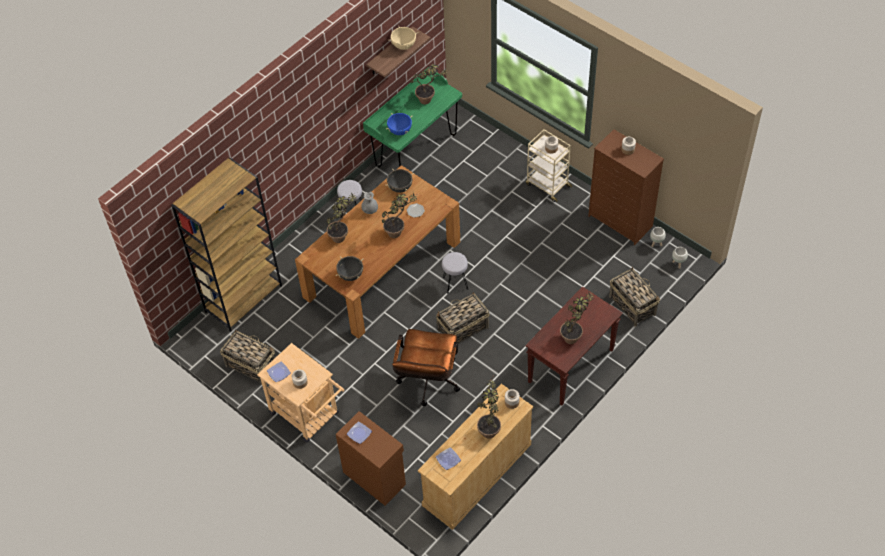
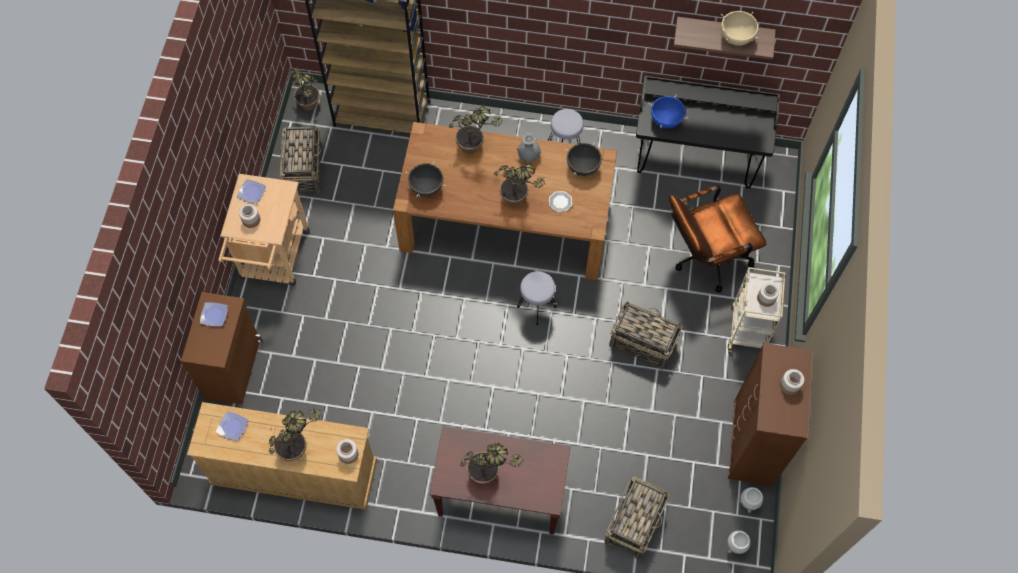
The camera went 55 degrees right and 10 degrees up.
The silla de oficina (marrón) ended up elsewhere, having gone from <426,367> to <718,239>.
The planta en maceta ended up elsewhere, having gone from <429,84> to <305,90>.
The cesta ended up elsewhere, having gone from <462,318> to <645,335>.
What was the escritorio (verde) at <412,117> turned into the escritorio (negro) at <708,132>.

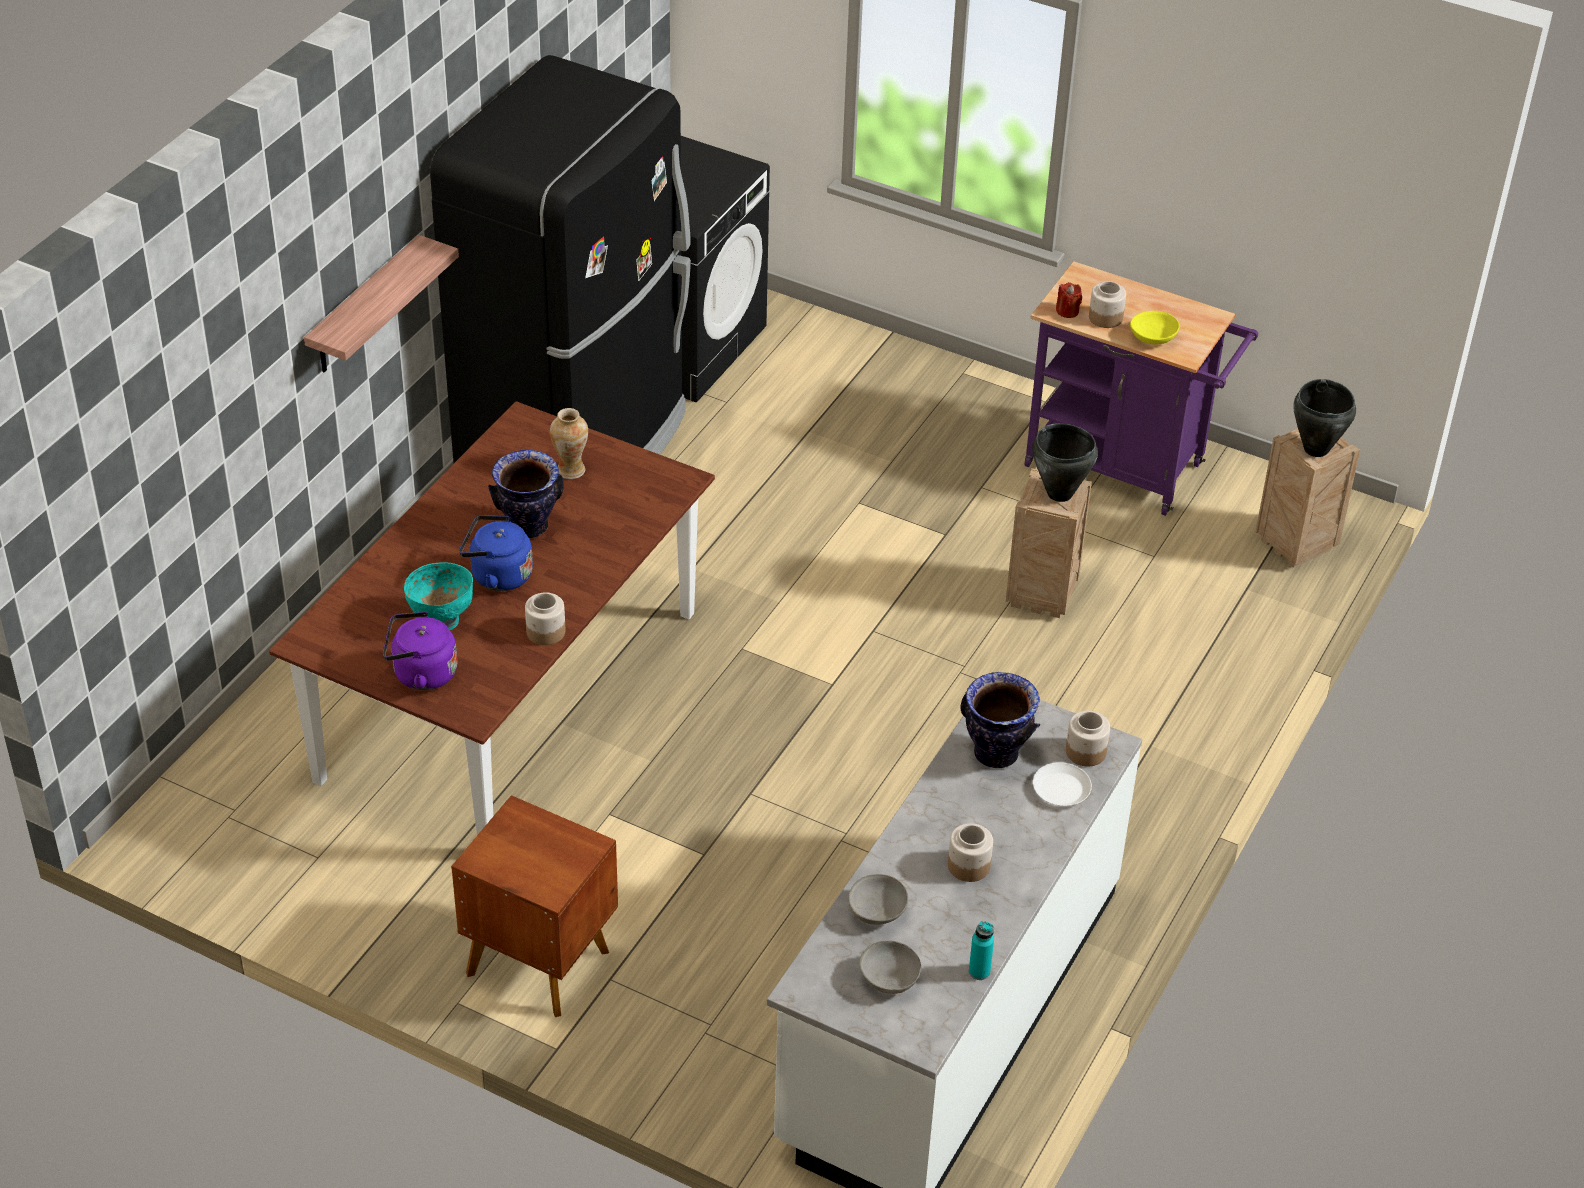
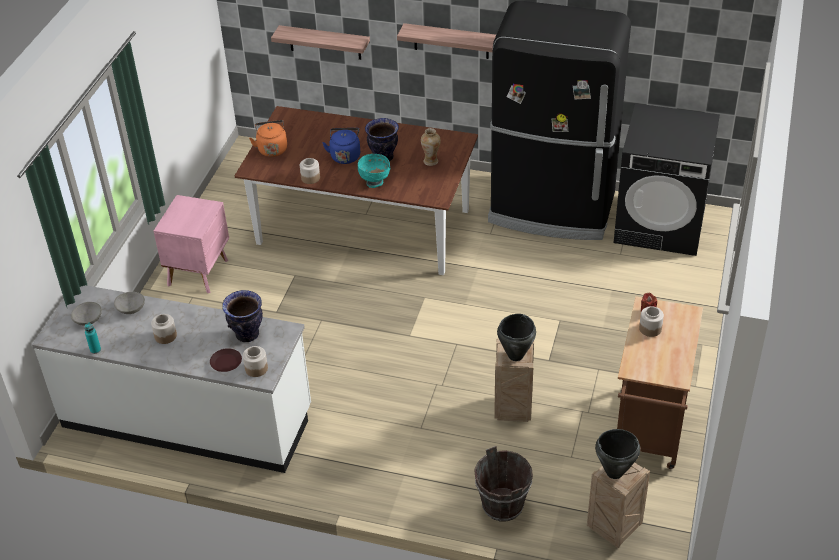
The camera went 80 degrees right and 0 degrees up.
The second view lost the cuenco (amarillo) at <1155,328>.
The second view gained the estante at <320,42>.
The second view gained the cubo (marrón) at <503,484>.
The cuenco (turquesa) ended up elsewhere, having gone from <438,596> to <374,171>.
What was the hervidor (morado) at <420,651> turned into the hervidor (naranja) at <268,138>.
What was the mesita de noche (marrón) at <534,906> turned into the mesita de noche (rosa) at <191,244>.
What was the carrito (morado) at <1141,388> turned into the carrito (marrón) at <660,382>.
What was the plato (blanco) at <1062,784> turned into the plato (marrón) at <226,360>.

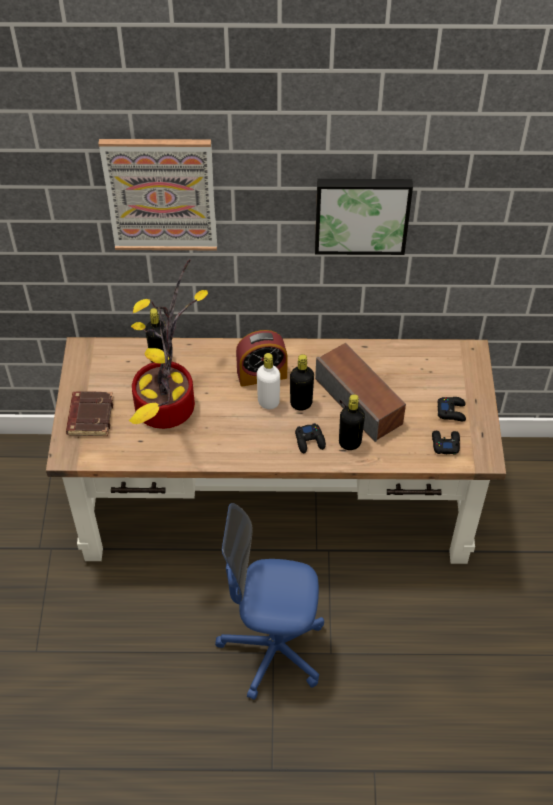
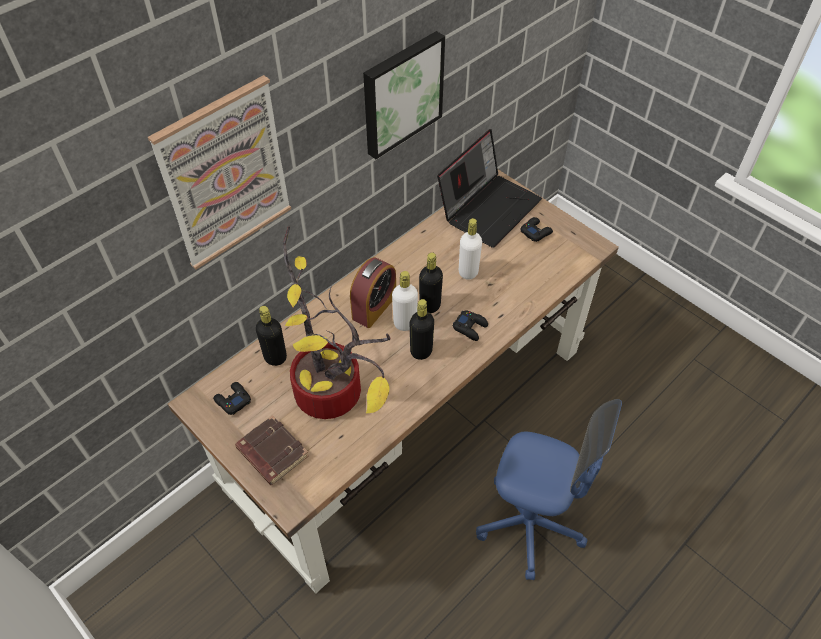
The camera went 45 degrees left and 0 degrees up.
The second view gained the portátil at <489,188>.
The botella (negro) ended up elsewhere, having gone from <352,422> to <422,329>.
The mando de consola (negro) ended up elsewhere, having gone from <446,442> to <232,398>.
Where the altavoz stood at <360,392>, the botella (blanco) came to stand at <470,249>.
The silla de oficina (azul) at <269,601> ended up facing another way, 120 degrees counterclockwise from before.

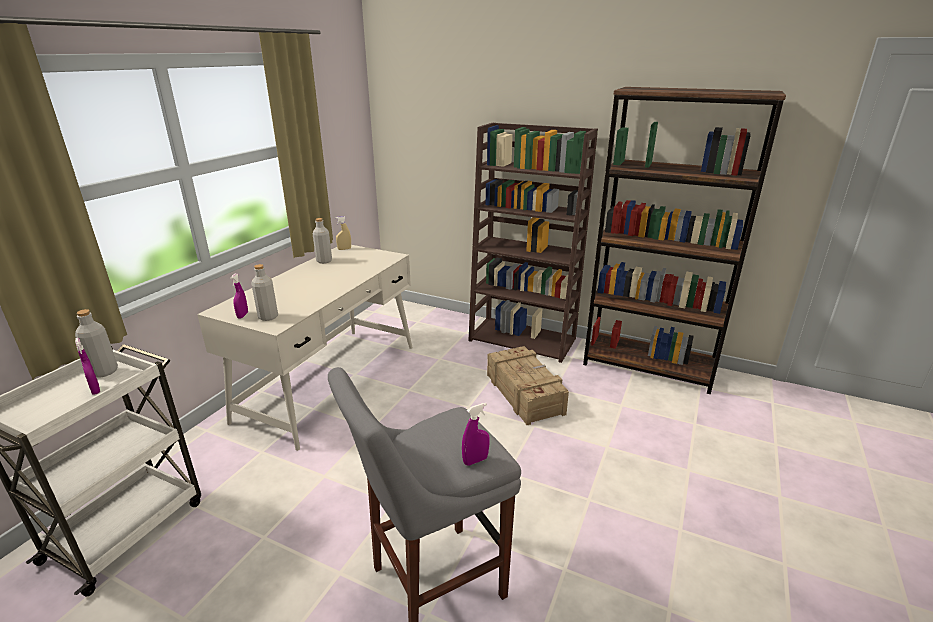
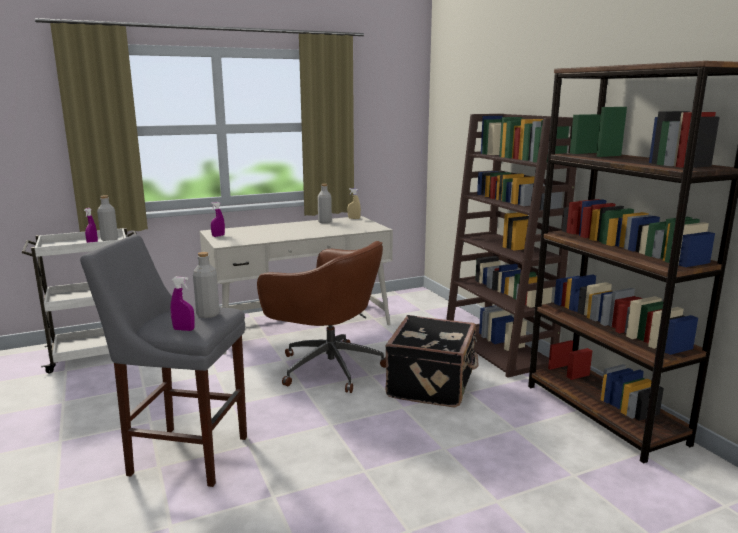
The camera went 40 degrees right and 10 degrees down.
The second view gained the silla de oficina (marrón) at <321,317>.
The botella (gris) ended up elsewhere, having gone from <264,292> to <206,285>.
Where the caja de embalaje stood at <528,385>, the maleta (negro) came to stand at <431,361>.

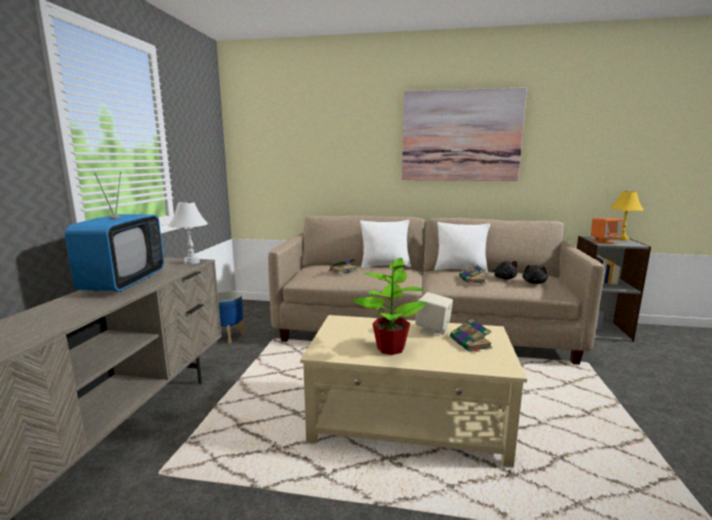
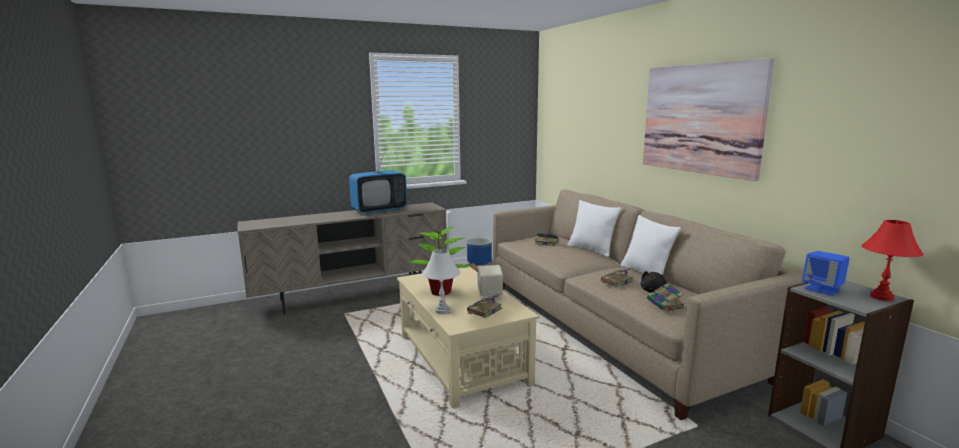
The camera went 55 degrees right and 0 degrees up.
The lámpara de mesa (blanco) ended up elsewhere, having gone from <188,233> to <441,281>.
Where the peluche (negro) stood at <535,274>, the libro came to stand at <666,297>.
What was the altavoz (naranja) at <607,231> turned into the altavoz (azul) at <826,273>.
What was the lámpara de mesa (amarillo) at <627,215> turned into the lámpara de mesa (rojo) at <892,260>.

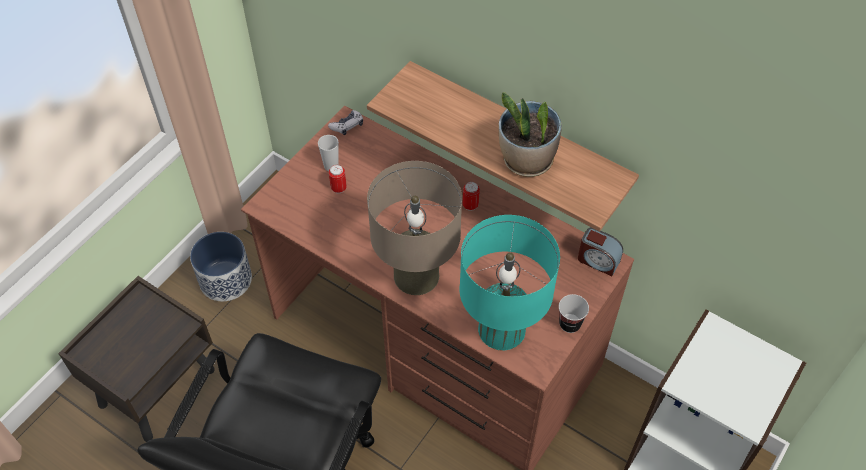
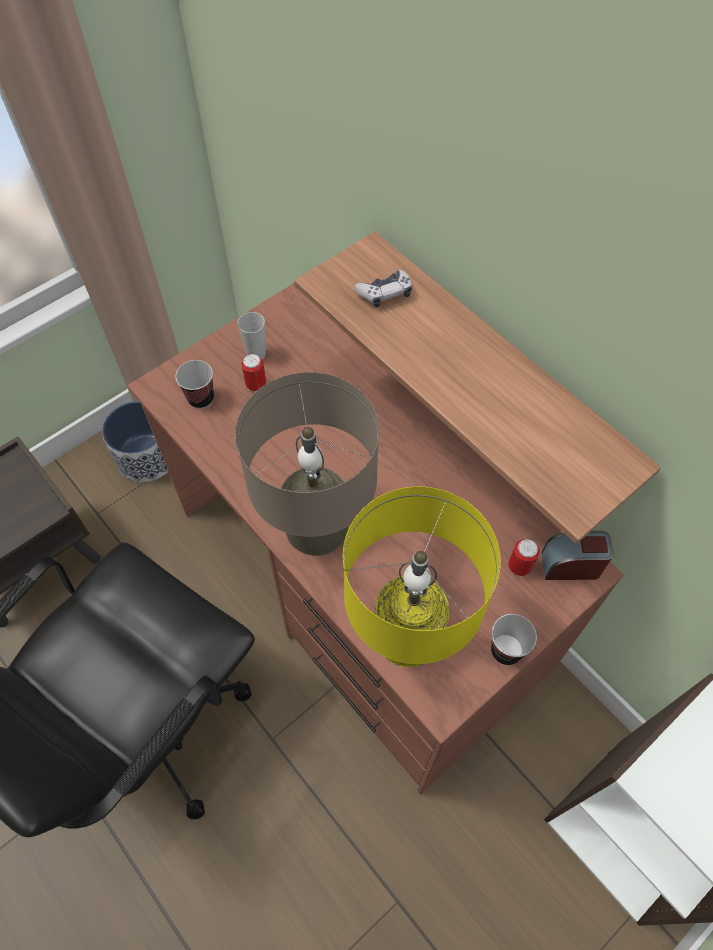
The camera went 15 degrees right and 5 degrees up.
The second view lost the planta en maceta at <530,134>.
The second view gained the taza at <194,384>.
The mando de consola ended up elsewhere, having gone from <345,122> to <383,288>.
The lata ended up elsewhere, having gone from <471,196> to <524,557>.
What was the lámpara de mesa (turquesa) at <509,283> turned into the lámpara de mesa (amarillo) at <422,577>.
The despertador at <600,251> ended up facing another way, 135 degrees clockwise from before.

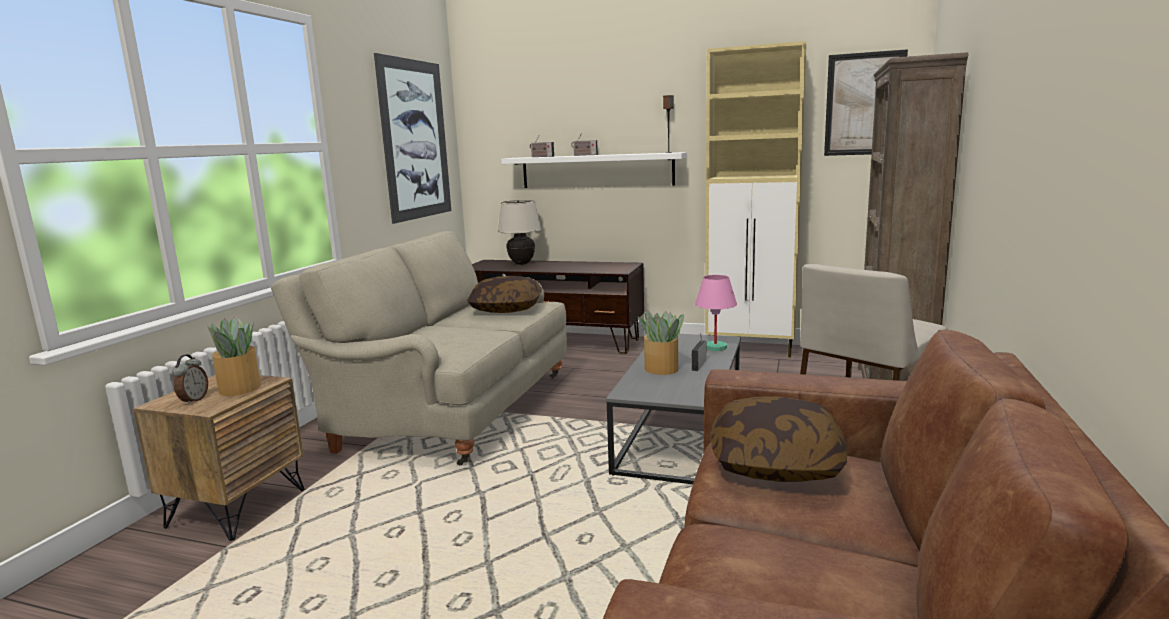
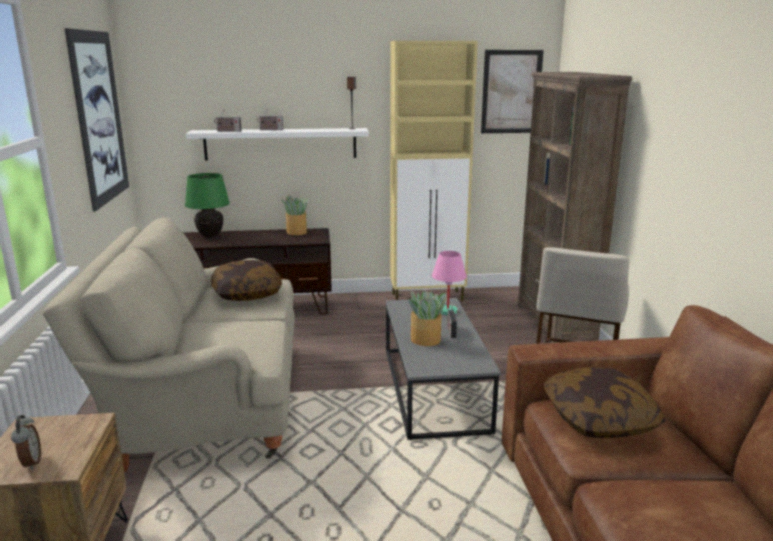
The camera went 25 degrees left and 5 degrees up.
The planta en maceta ended up elsewhere, having gone from <234,356> to <295,215>.
What was the lámpara de mesa (beis) at <520,232> turned into the lámpara de mesa (verde) at <207,205>.

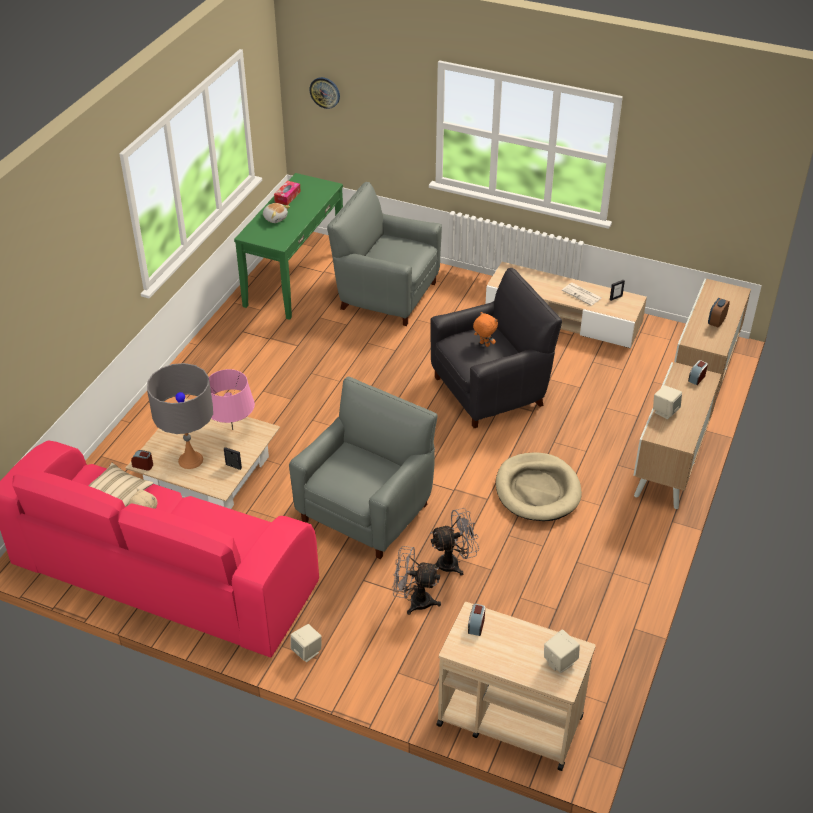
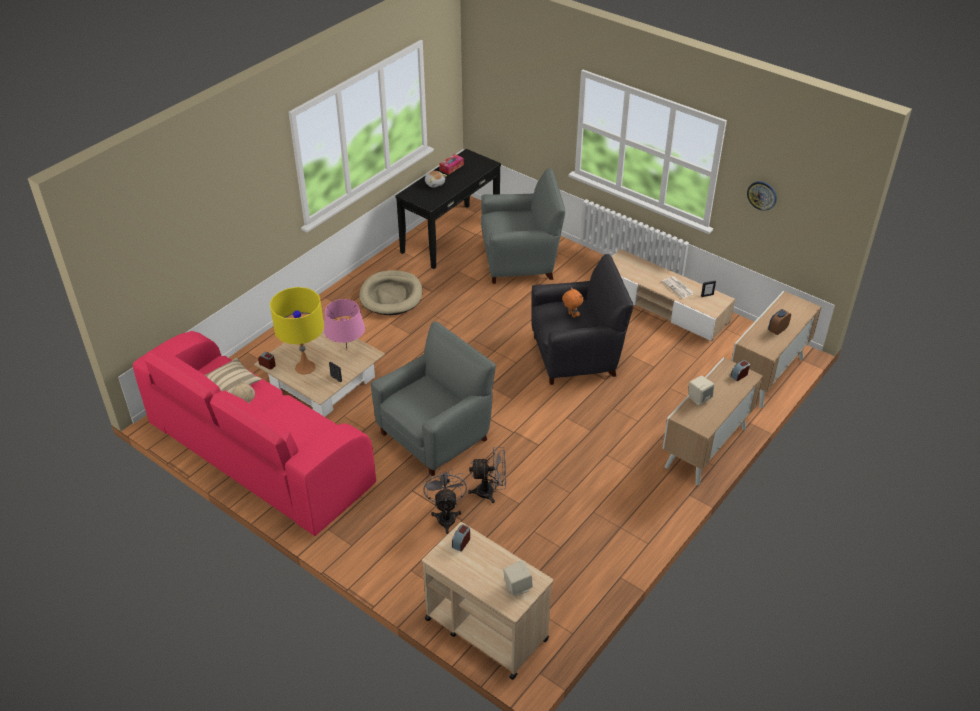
The camera went 15 degrees right and 0 degrees up.
The second view lost the altavoz (beis) at <306,643>.
The reloj de pared ended up elsewhere, having gone from <324,93> to <762,196>.
The cama para perro (beis) ended up elsewhere, having gone from <539,486> to <391,292>.
What was the lámpara de mesa (gris) at <180,416> turned into the lámpara de mesa (amarillo) at <297,330>.
What was the mesa consola (verde) at <288,246> turned into the mesa consola (negro) at <448,209>.
The sillón (gris) at <384,254> ended up facing another way, 135 degrees clockwise from before.
The ventilador (gris) at <416,580> ended up facing another way, 60 degrees clockwise from before.

